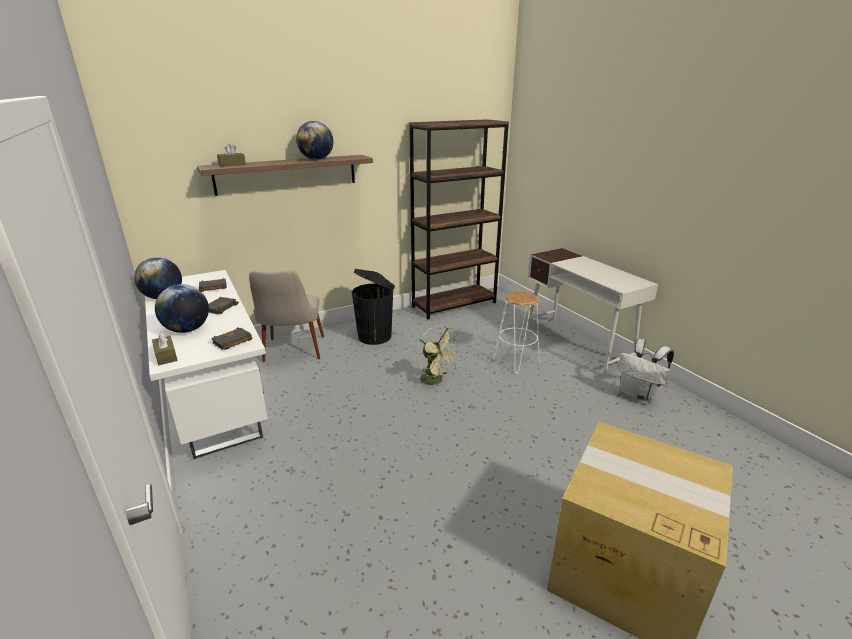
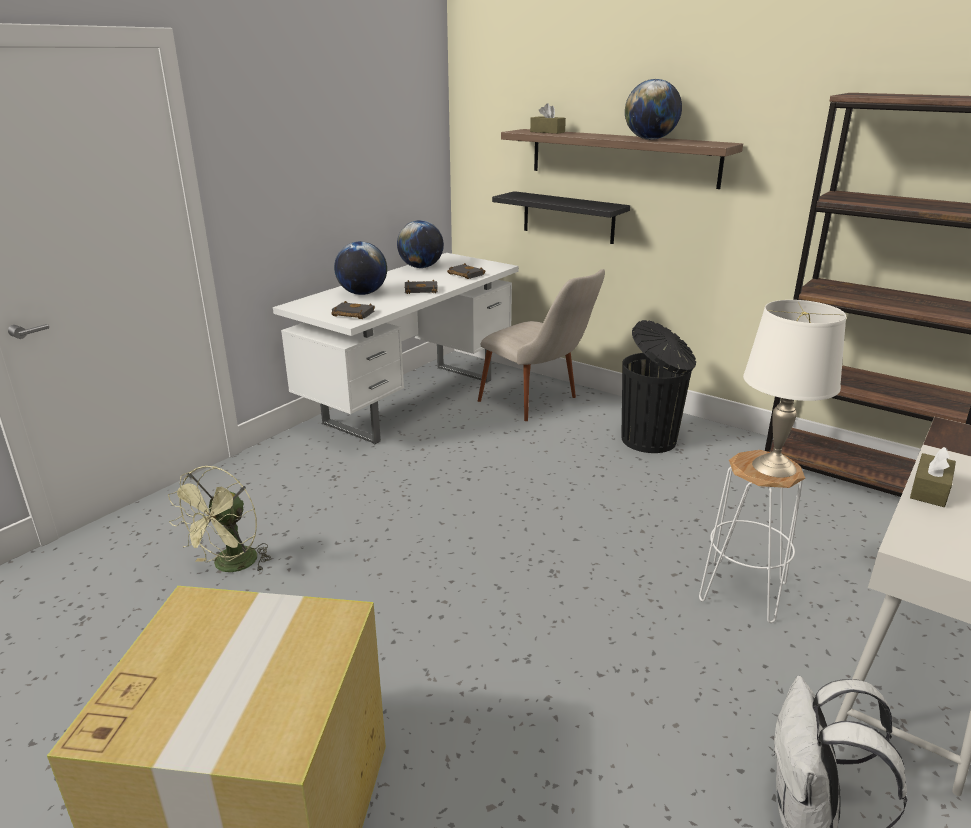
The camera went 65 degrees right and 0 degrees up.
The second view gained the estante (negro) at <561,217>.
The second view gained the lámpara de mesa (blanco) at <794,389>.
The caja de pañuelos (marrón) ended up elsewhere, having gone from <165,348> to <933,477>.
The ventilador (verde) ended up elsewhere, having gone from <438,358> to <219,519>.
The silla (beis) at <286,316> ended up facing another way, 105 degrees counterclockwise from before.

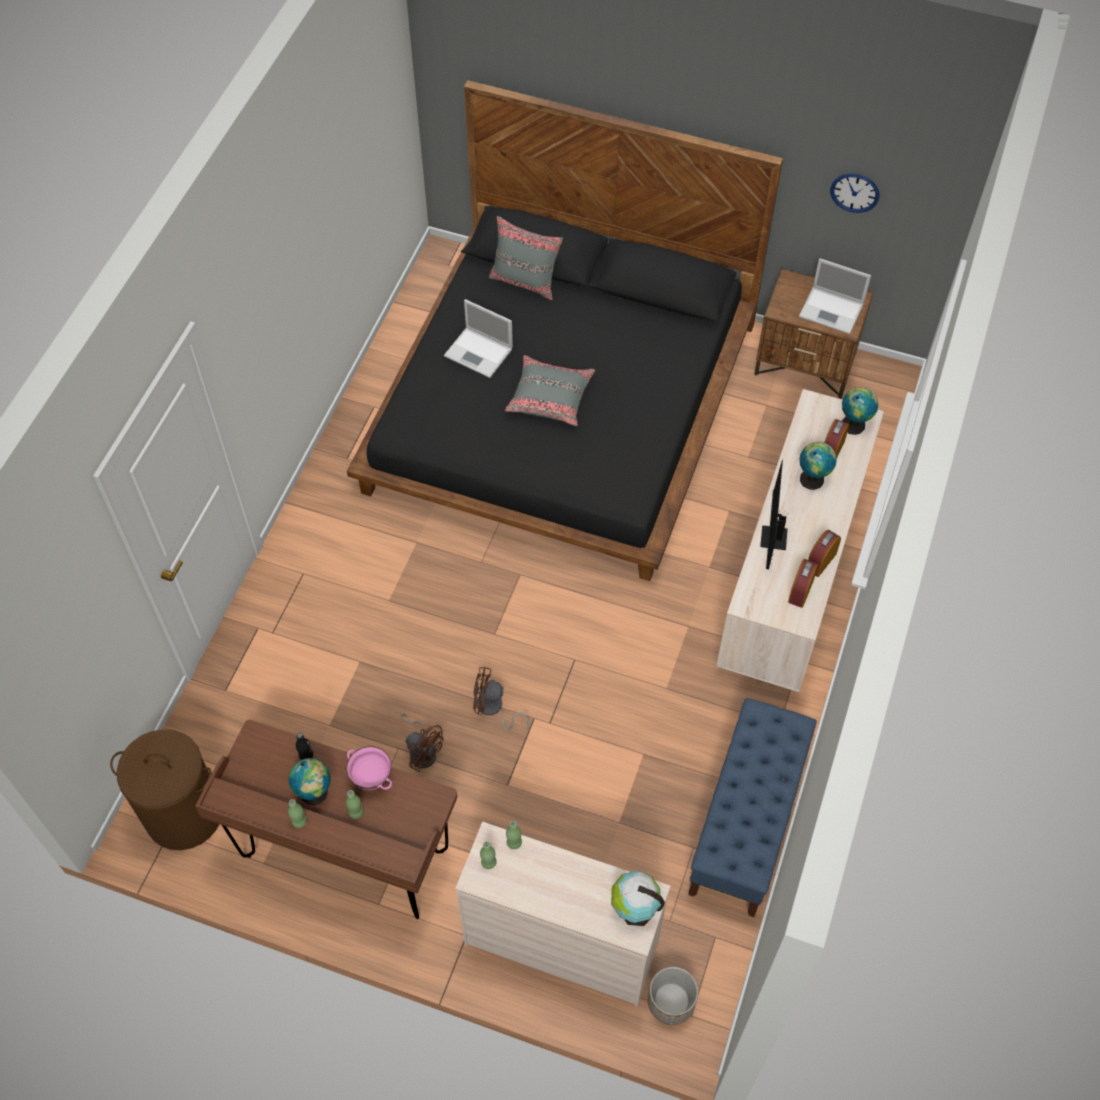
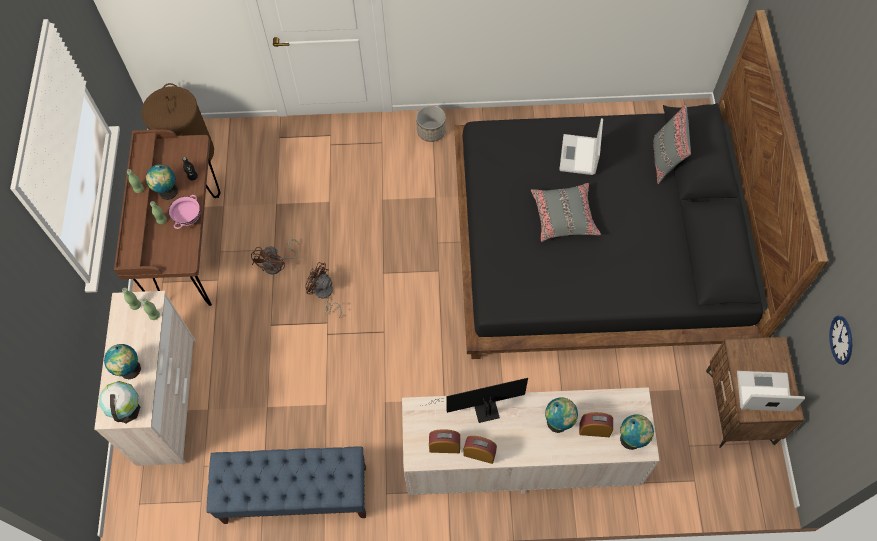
The camera went 70 degrees right and 5 degrees up.
The second view gained the globo terráqueo at <122,361>.
The maceta ended up elsewhere, having gone from <673,996> to <431,123>.
The ventilador (marrón) at <501,699> ended up facing another way, 45 degrees counterclockwise from before.
The portátil at <835,296> ended up facing another way, 90 degrees clockwise from before.

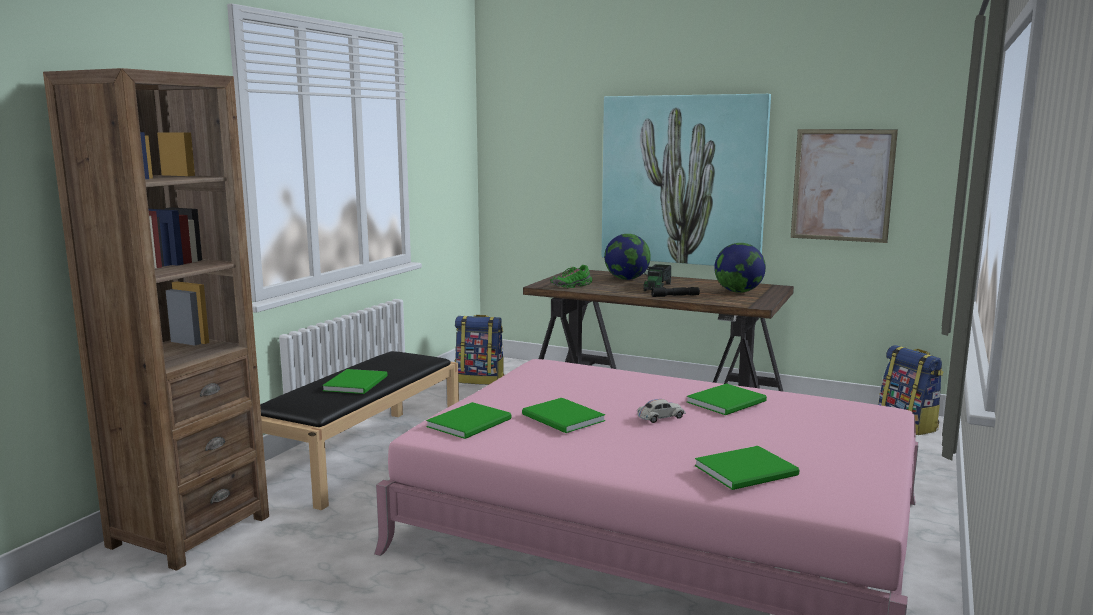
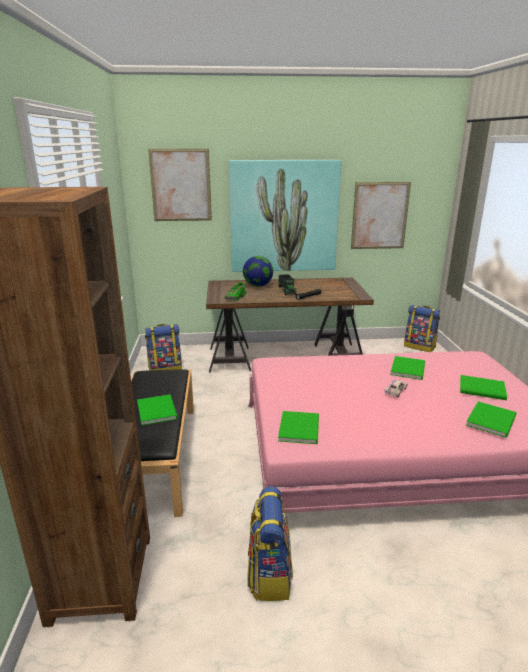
The camera went 30 degrees left and 10 degrees up.
The second view lost the globo terráqueo at <740,268>.
The second view gained the cuadro at <180,185>.
The second view gained the mochila at <270,543>.
The libro (verde) ended up elsewhere, having gone from <563,415> to <483,387>.

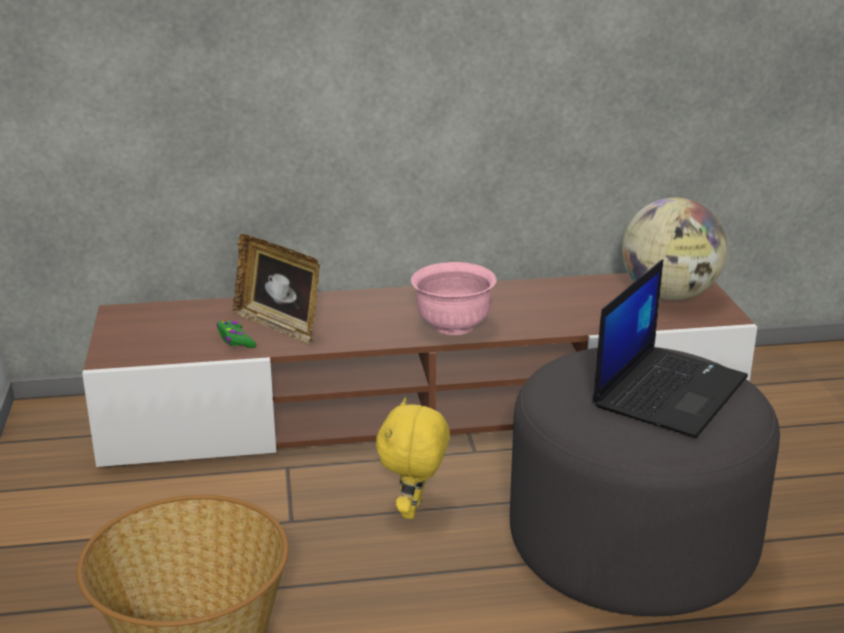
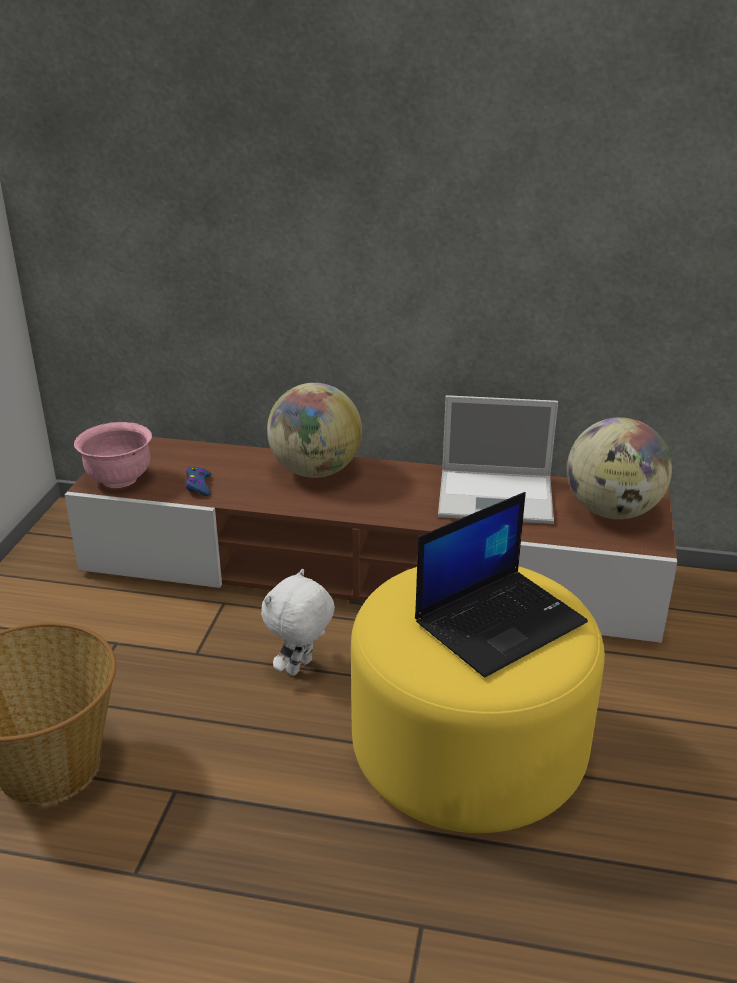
The camera went 20 degrees right and 5 degrees up.
The second view lost the portarretratos at <276,289>.
The second view gained the globo terráqueo at <314,430>.
The second view gained the portátil at <498,459>.
The cuenco (rosa) ended up elsewhere, having gone from <454,298> to <113,455>.
What was the mando de consola (verde) at <236,334> turned into the mando de consola (azul) at <198,481>.
What was the peluche (amarillo) at <413,458> turned into the peluche (blanco) at <298,622>.
What was the puf (gris) at <645,481> turned into the puf (amarillo) at <478,699>.

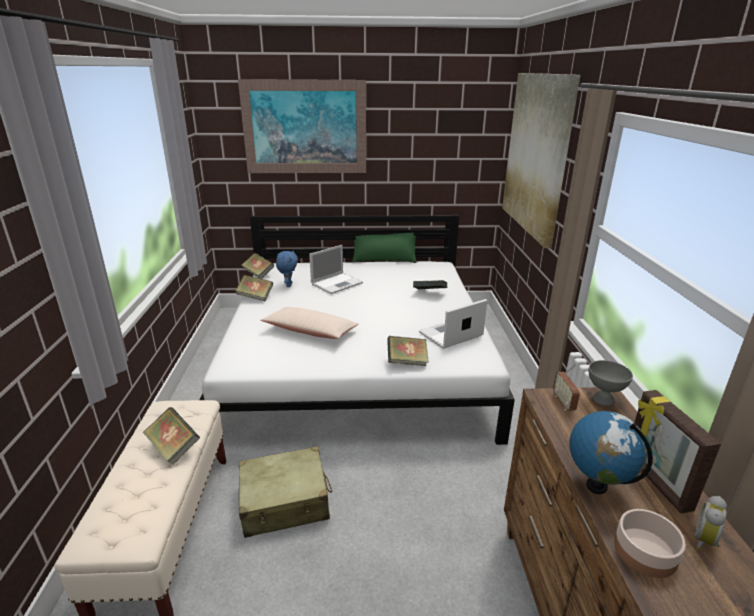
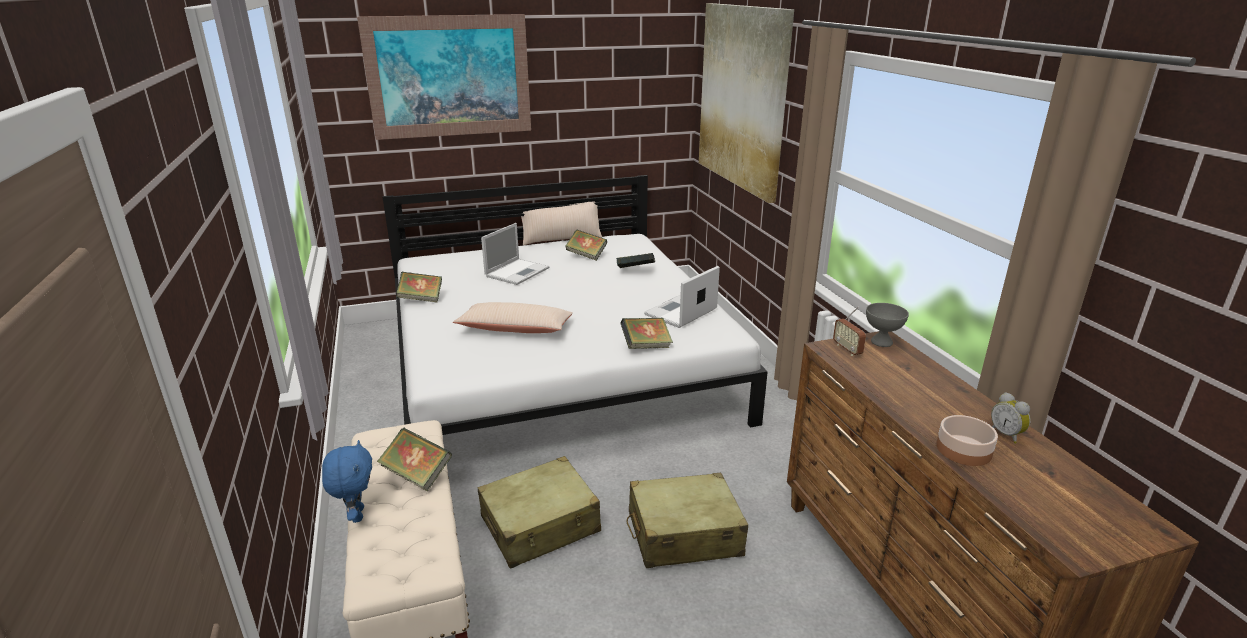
The camera went 15 degrees left and 0 degrees up.
The second view lost the globo terráqueo at <611,452>.
The second view lost the portarretratos at <677,452>.
The second view gained the maleta (beis) at <687,520>.
The libro ended up elsewhere, having gone from <258,266> to <586,245>.
The peluche (azul) ended up elsewhere, having gone from <287,268> to <347,481>.
What was the cojín (verde) at <384,248> turned into the cojín (beis) at <561,223>.
The despertador at <711,523> ended up facing another way, 45 degrees counterclockwise from before.

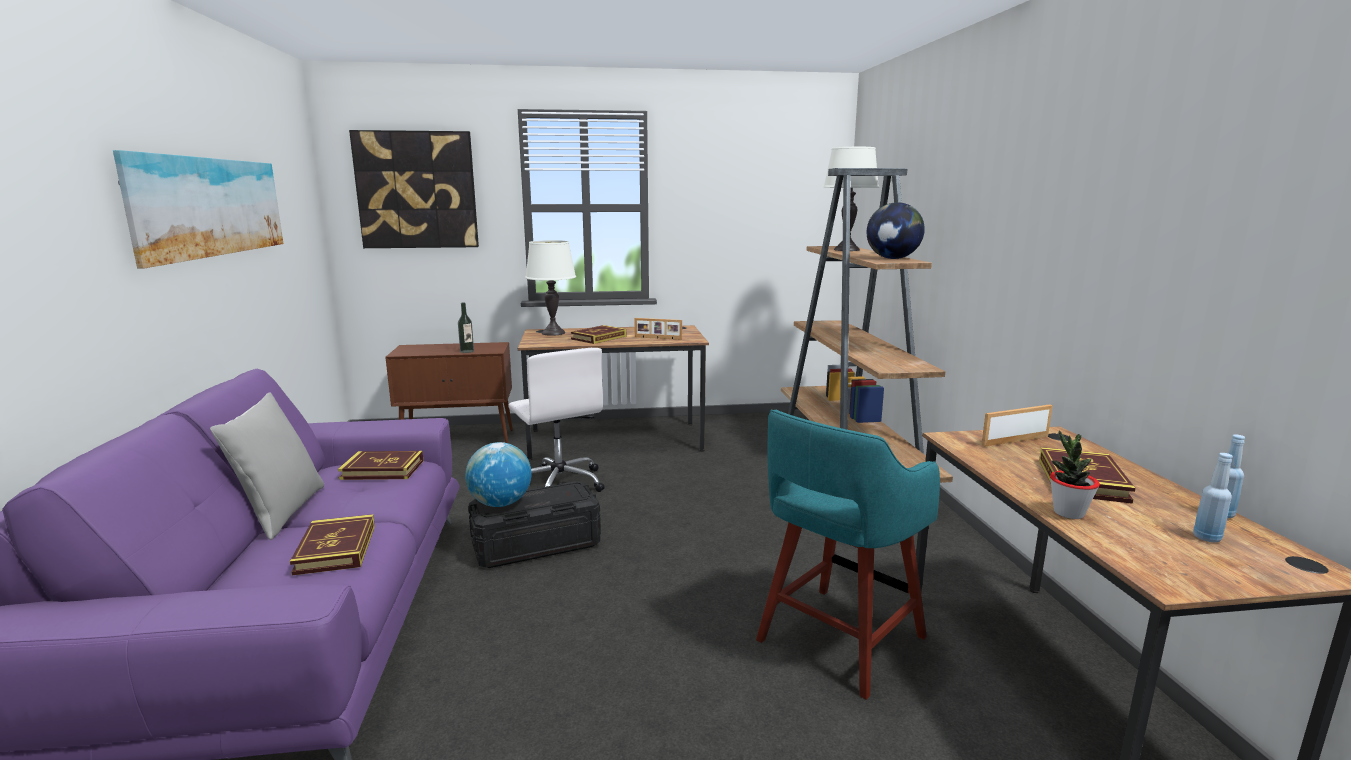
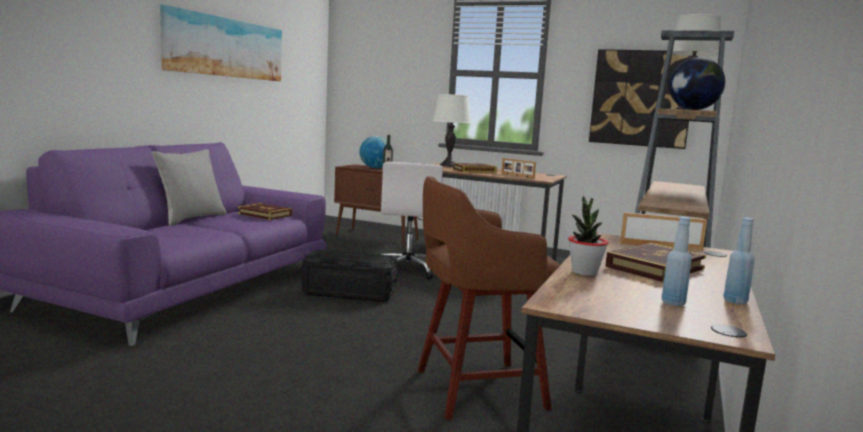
The camera went 30 degrees right and 5 degrees down.
The second view lost the libro at <332,544>.
The cuadro ended up elsewhere, having gone from <414,189> to <643,99>.
The globo terráqueo ended up elsewhere, having gone from <498,474> to <373,152>.
What was the taburete (turquesa) at <848,555> turned into the taburete (marrón) at <489,298>.

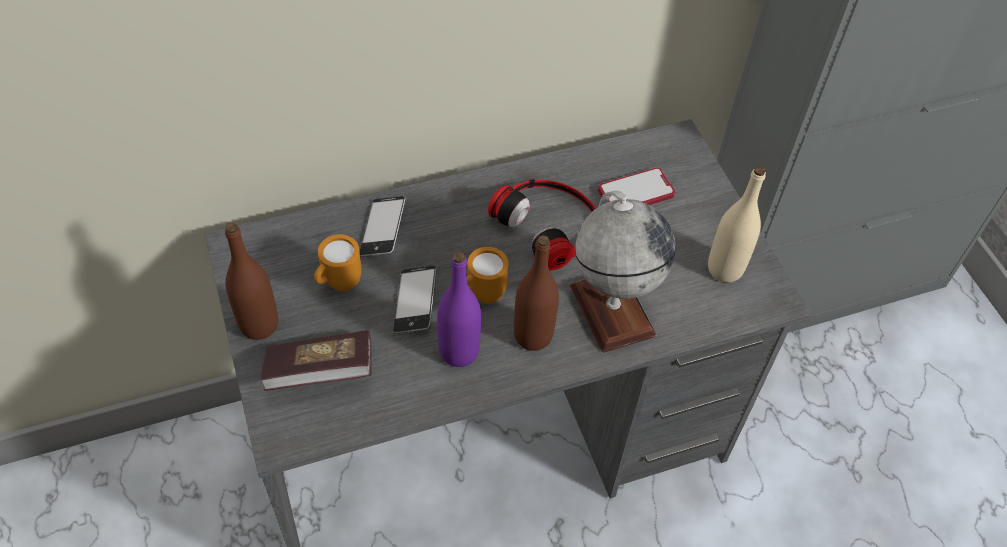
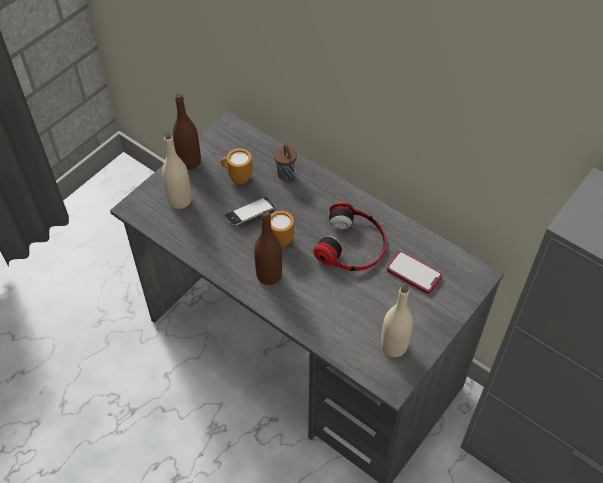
The camera went 60 degrees right and 0 degrees up.
The second view lost the botella (morado) at <459,309>.
The second view lost the globo terráqueo at <623,271>.
Where the libro stood at <316,360>, the botella (beis) came to stand at <177,171>.
Where the móvil stood at <382,226>, the taza (marrón) came to stand at <285,162>.

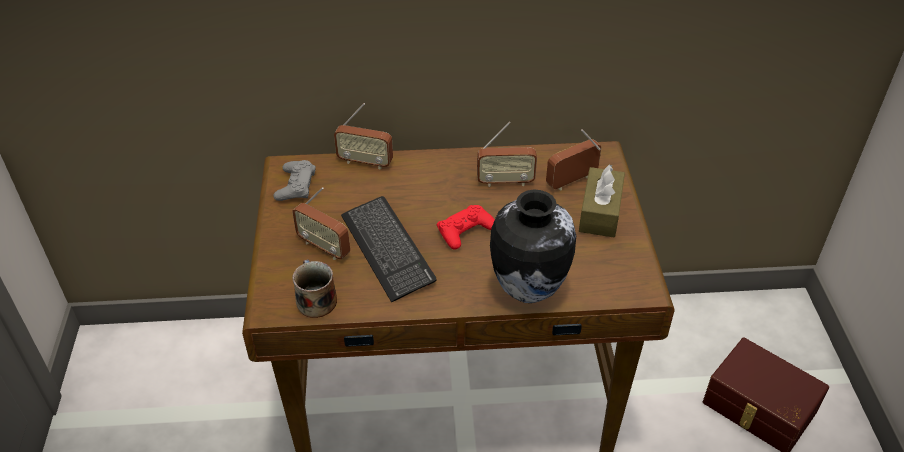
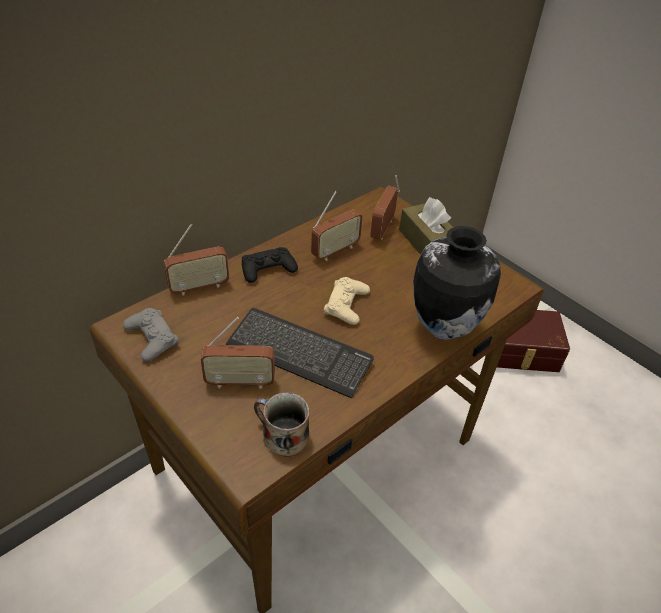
The camera went 40 degrees left and 0 degrees up.
The second view gained the mando de consola (negro) at <270,265>.
What was the mando de consola (rojo) at <466,227> turned into the mando de consola (beis) at <347,301>.

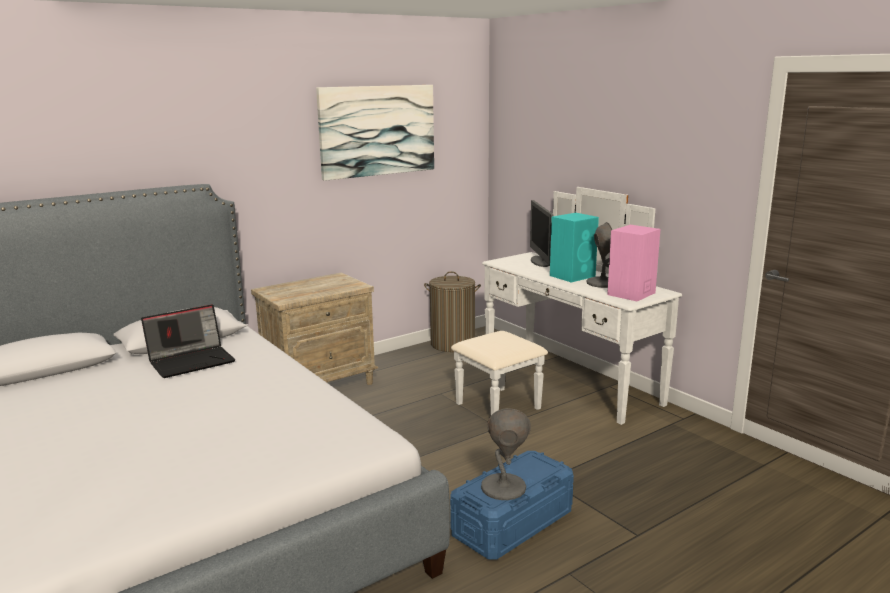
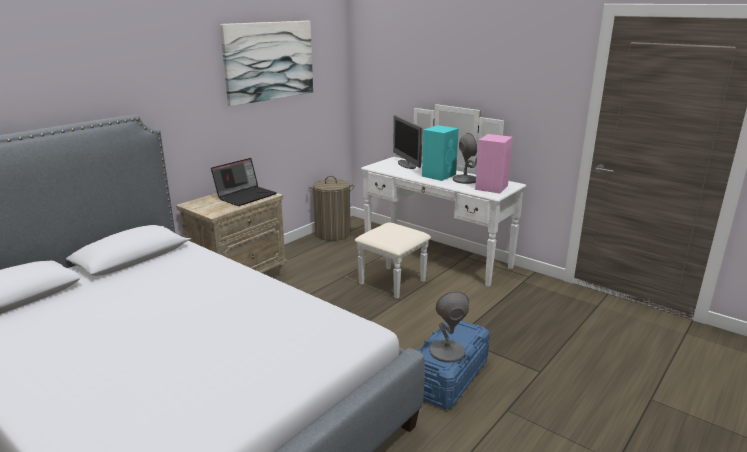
The camera went 15 degrees left and 5 degrees up.
The portátil ended up elsewhere, having gone from <188,341> to <244,182>.

